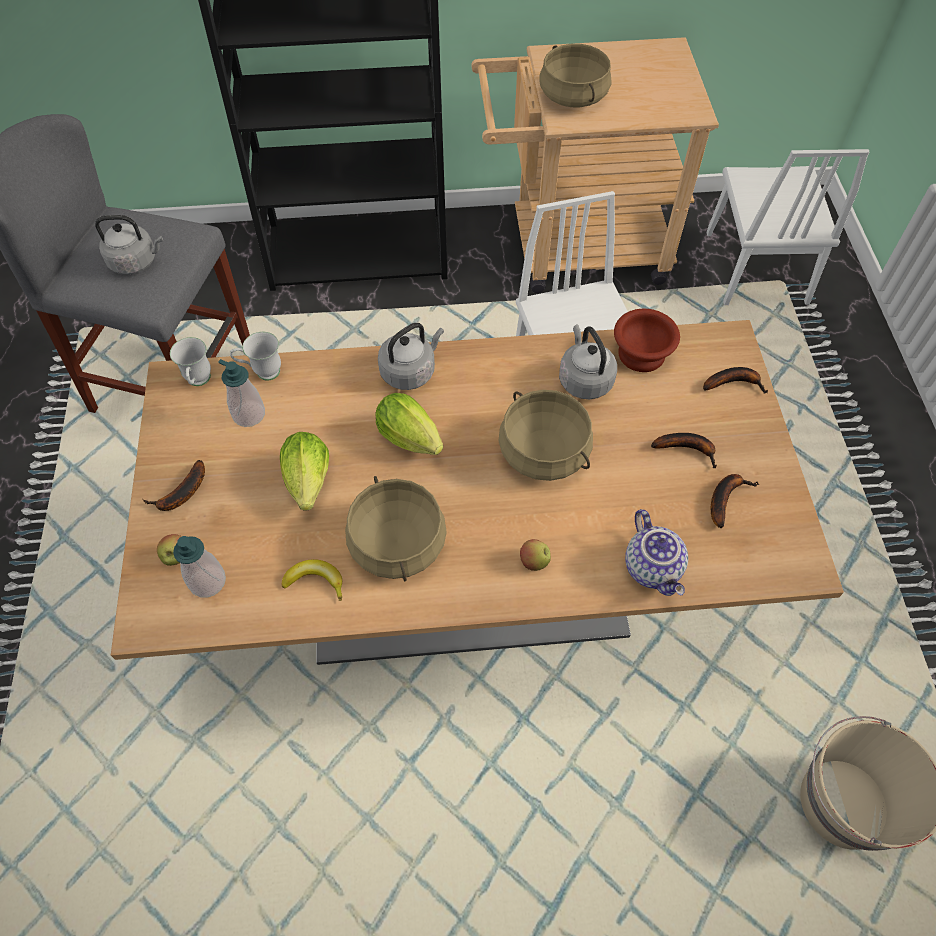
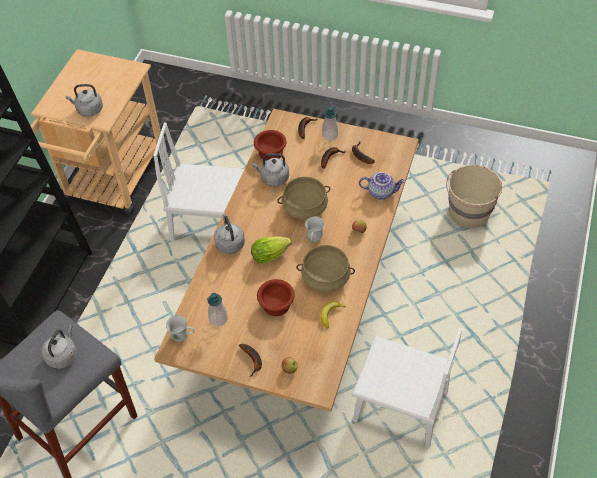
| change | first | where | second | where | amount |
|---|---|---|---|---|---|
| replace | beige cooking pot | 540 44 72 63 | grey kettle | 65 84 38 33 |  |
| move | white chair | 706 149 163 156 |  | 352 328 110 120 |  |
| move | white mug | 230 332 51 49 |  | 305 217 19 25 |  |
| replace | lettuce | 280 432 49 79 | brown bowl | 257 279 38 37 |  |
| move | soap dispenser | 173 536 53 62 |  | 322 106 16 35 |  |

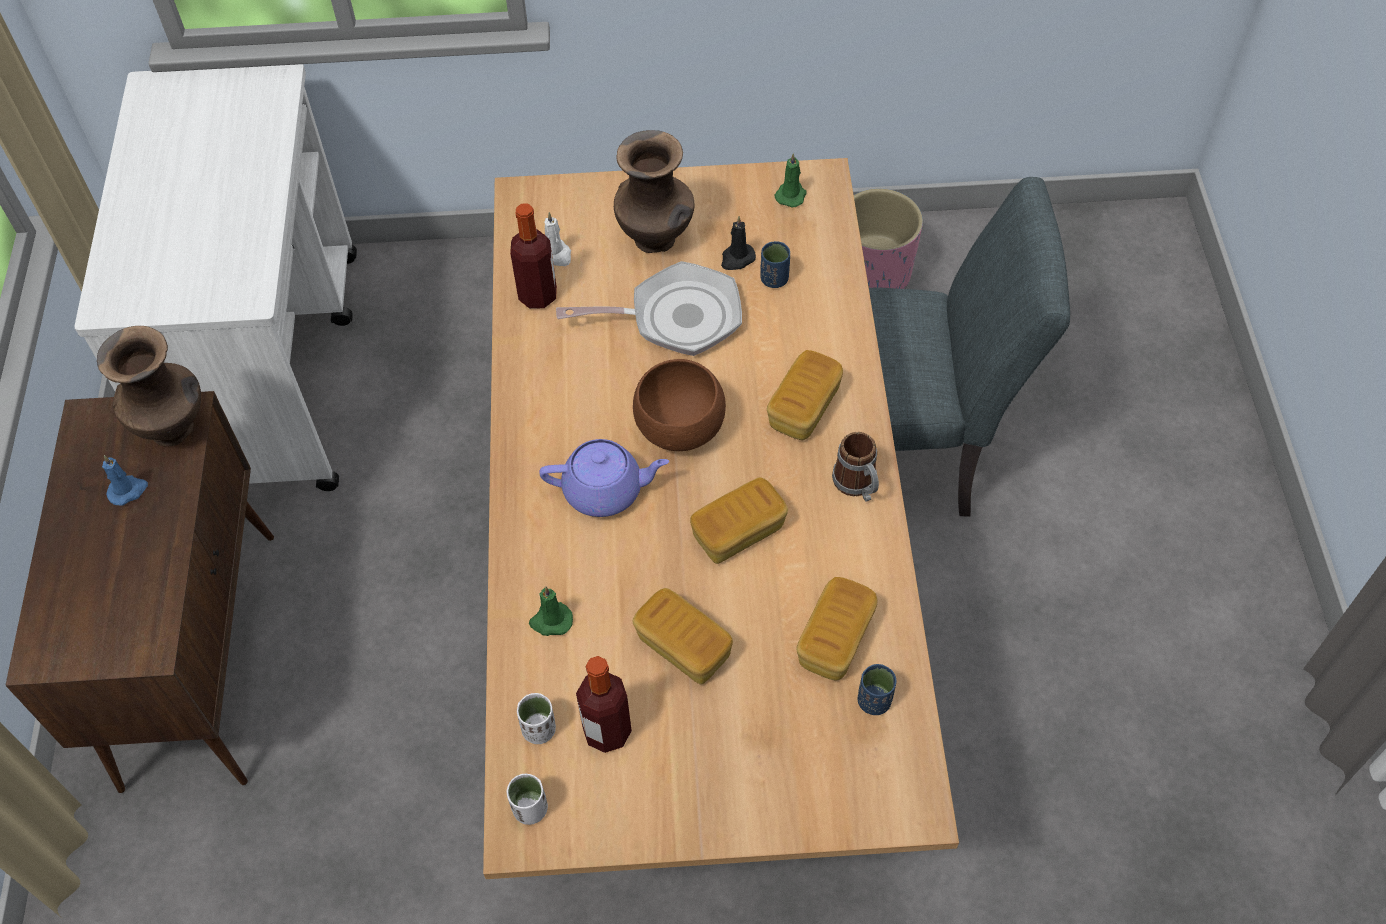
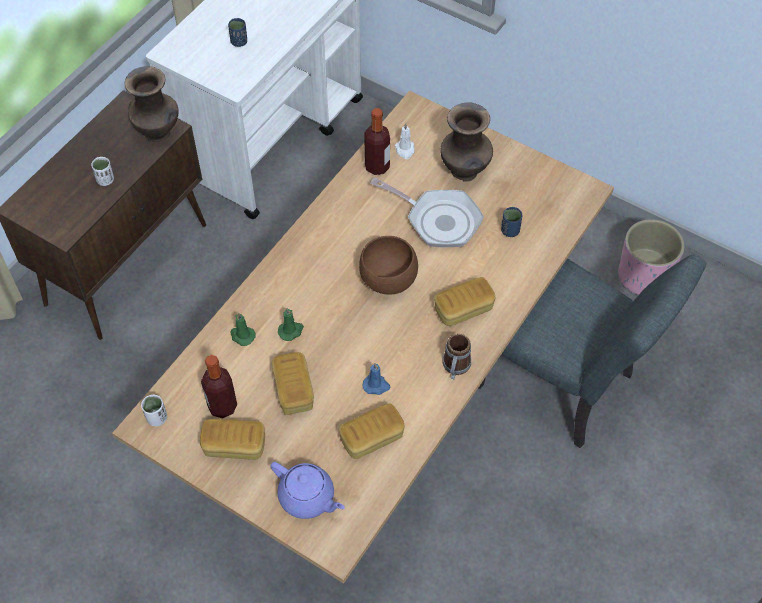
| change | first | where | second | where | amount |
|---|---|---|---|---|---|
| move | green candle | 775 153 32 54 |  | 278 308 26 33 |  |
| delete | black candle | 721 216 35 54 |  |  |  |
| move | purple teapot | 539 439 130 78 |  | 271 462 74 57 |  |
| move | blue candle | 102 455 46 51 |  | 363 363 27 32 |  |
| move | bread | 690 477 98 87 |  | 200 419 65 41 |  |
| move | blue cup | 858 664 39 51 |  | 228 18 19 29 |  |
| move | white cup | 517 693 39 51 |  | 91 157 23 29 |  |

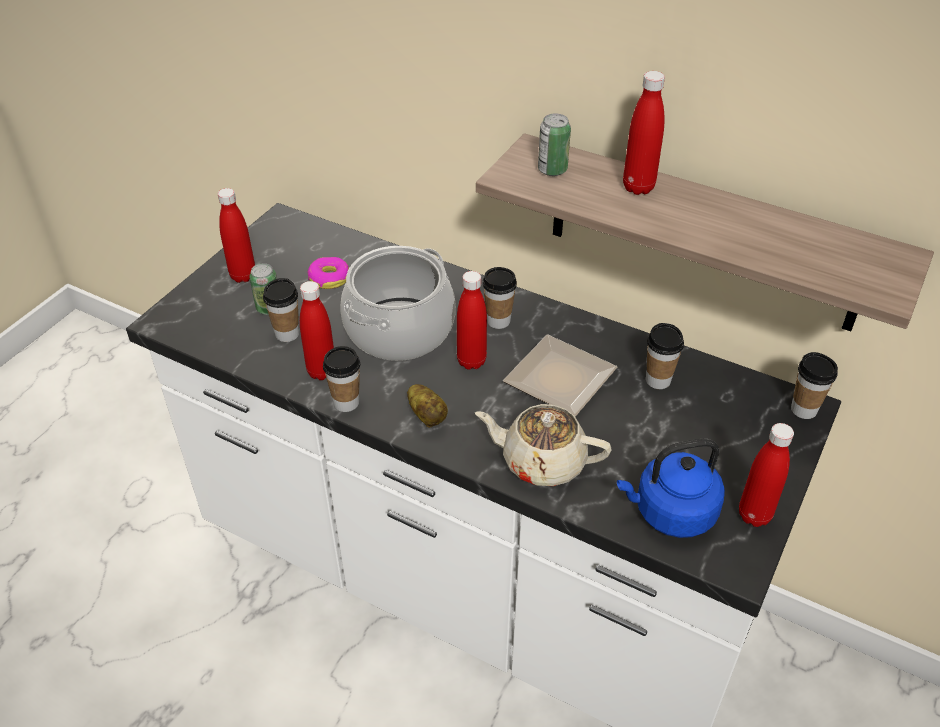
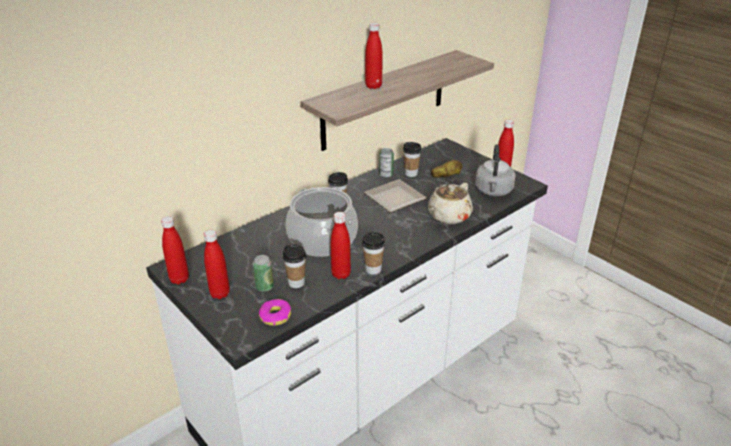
| change | first | where | second | where | amount |
|---|---|---|---|---|---|
| move | can | 538 114 33 62 |  | 379 148 15 29 |  |
| move | donut | 307 257 42 32 |  | 259 299 32 27 |  |
| move | red bottle | 457 271 30 99 |  | 161 216 28 69 |  |
| delete | cup | 791 352 47 67 |  |  |  |
| move | potato | 407 384 41 44 |  | 431 160 31 18 |  |
| recolor | blue kettle | 617 439 108 99 | grey kettle | 475 144 41 52 |  |

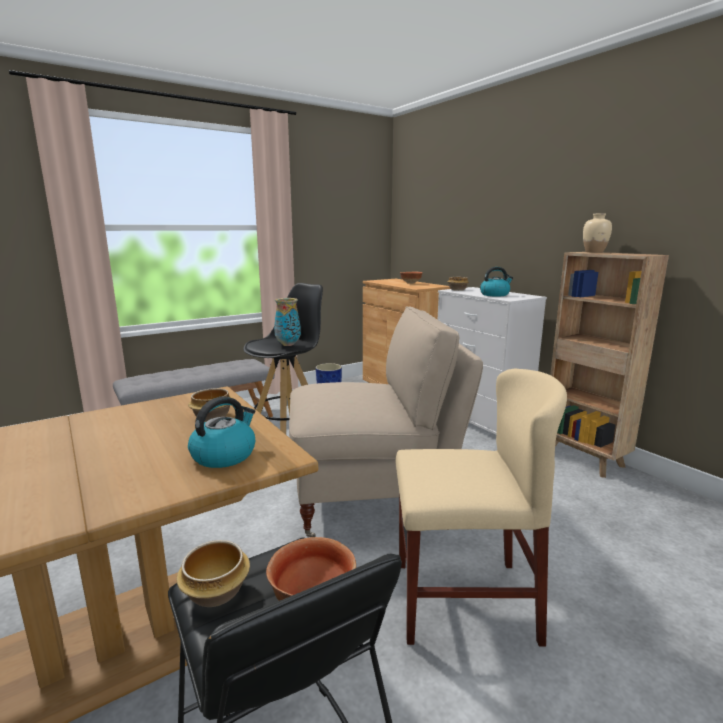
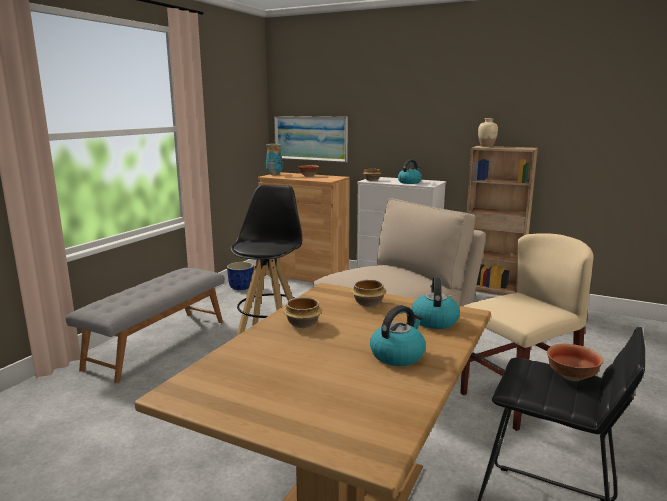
| change | first | where | second | where | amount |
|---|---|---|---|---|---|
| move | vase | 274 298 27 48 |  | 266 144 17 31 |  |
| move | bowl | 177 540 73 67 |  | 283 297 39 31 |  |
| insert |  |  | picture | 274 116 74 47 |  |
| insert |  |  | kettle | 370 305 56 61 |  |

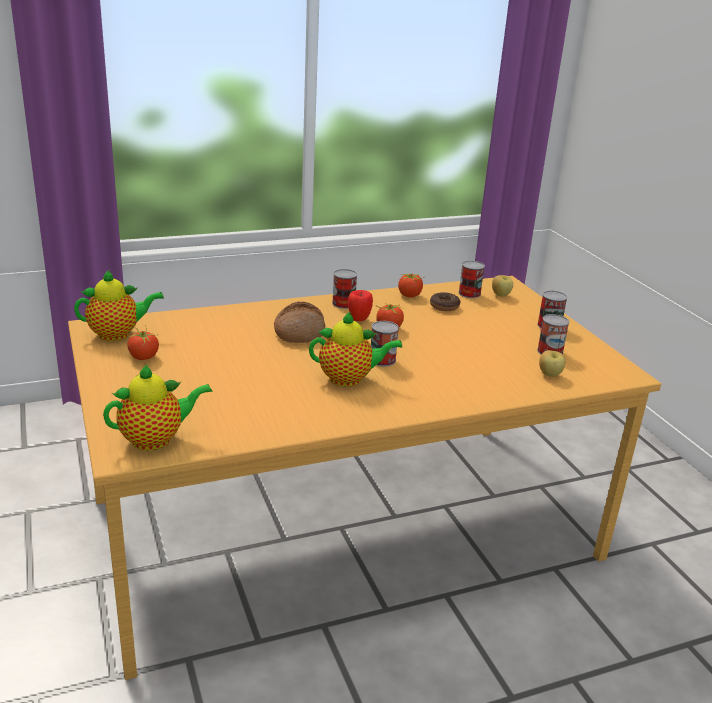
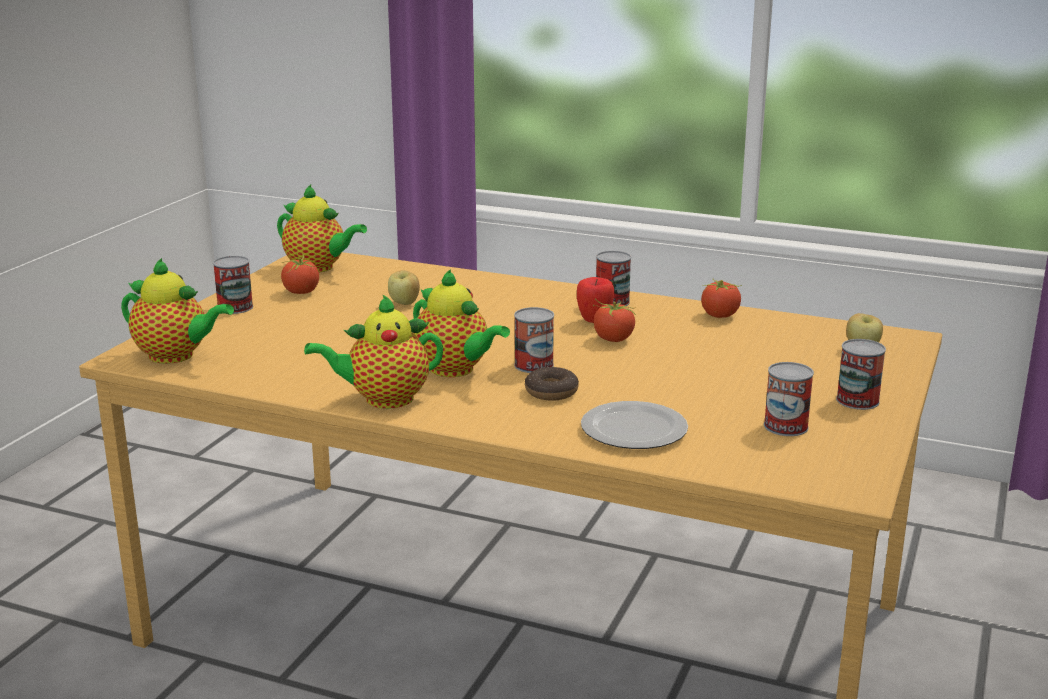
| change | first | where | second | where | amount |
|---|---|---|---|---|---|
| move | can | 459 261 26 37 |  | 213 256 40 58 |  |
| move | donut | 430 292 31 19 |  | 525 366 54 35 |  |
| delete | bread | 274 302 51 41 |  |  |  |
| move | apple | 539 350 26 27 |  | 388 270 32 35 |  |
| insert |  |  | teapot | 304 294 139 115 |  |
| insert |  |  | plate | 581 401 107 48 |  |

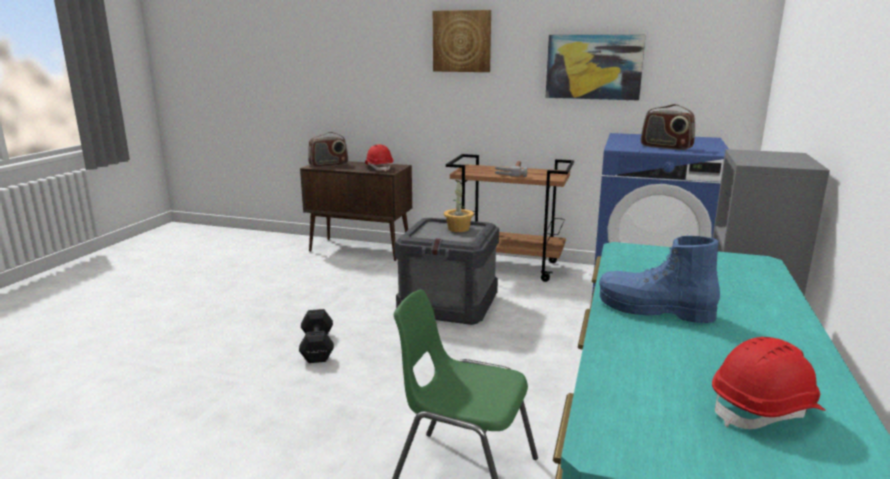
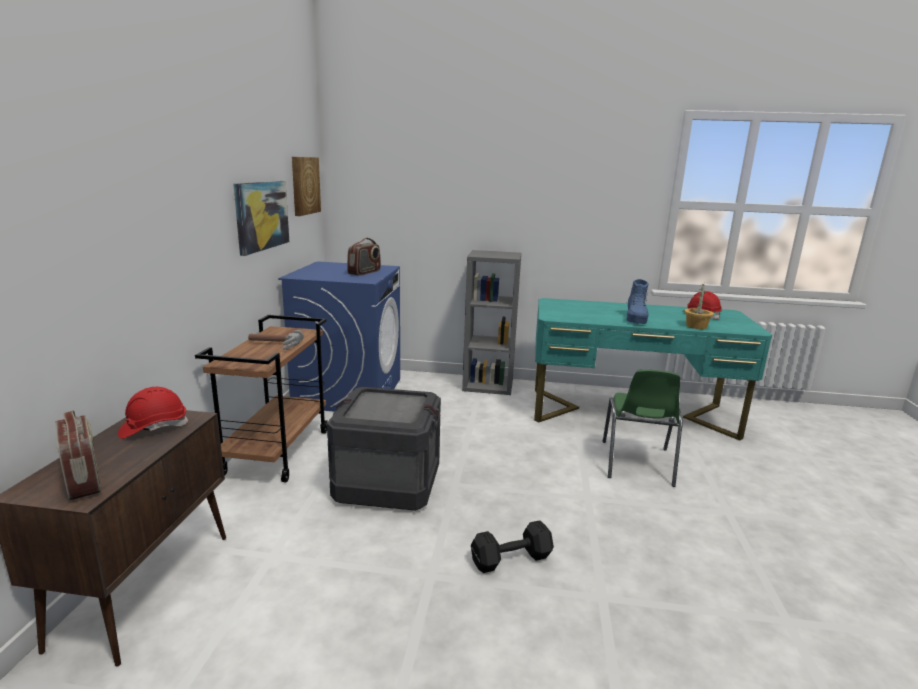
| change | first | where | second | where | amount |
|---|---|---|---|---|---|
| move | picture | 433 10 58 62 |  | 292 157 29 59 |  |
| move | potted plant | 444 180 30 52 |  | 684 284 30 45 |  |

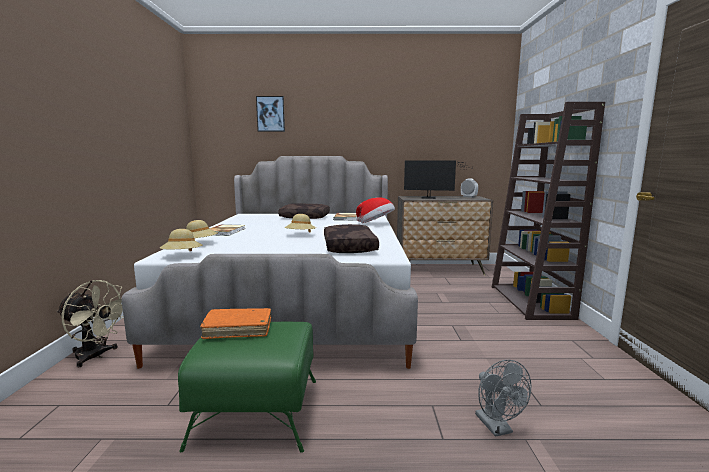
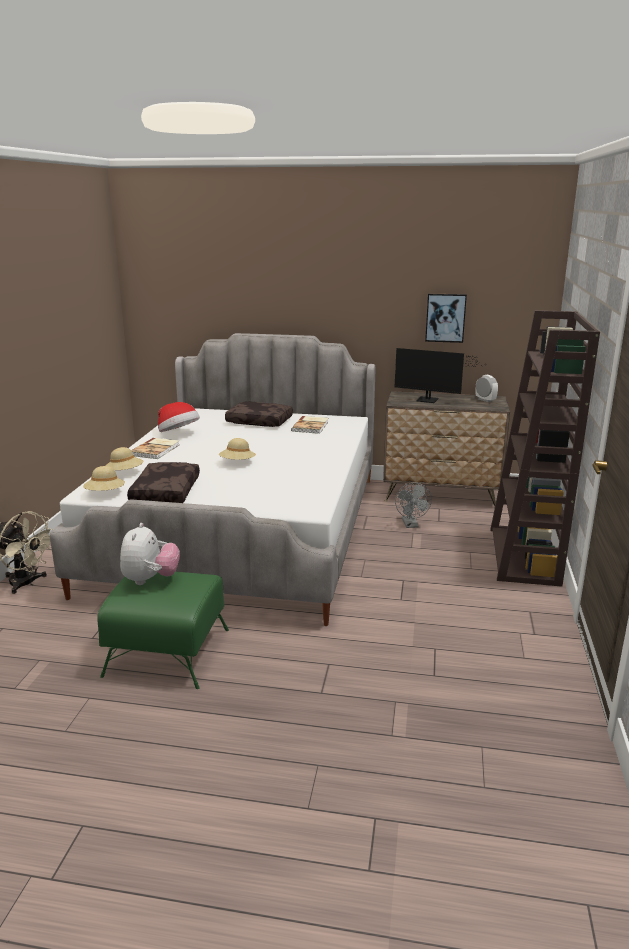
| change | first | where | second | where | amount |
|---|---|---|---|---|---|
| move | picture | 256 96 29 36 |  | 425 293 42 50 |  |
| move | hat | 356 197 39 26 |  | 158 402 42 30 |  |
| move | brown pillow | 324 224 55 29 |  | 127 462 73 41 |  |
| replace | orange book | 200 308 71 31 | plush toy | 120 523 60 62 |  |
| move | grey fan | 475 360 56 77 |  | 395 482 37 46 |  |

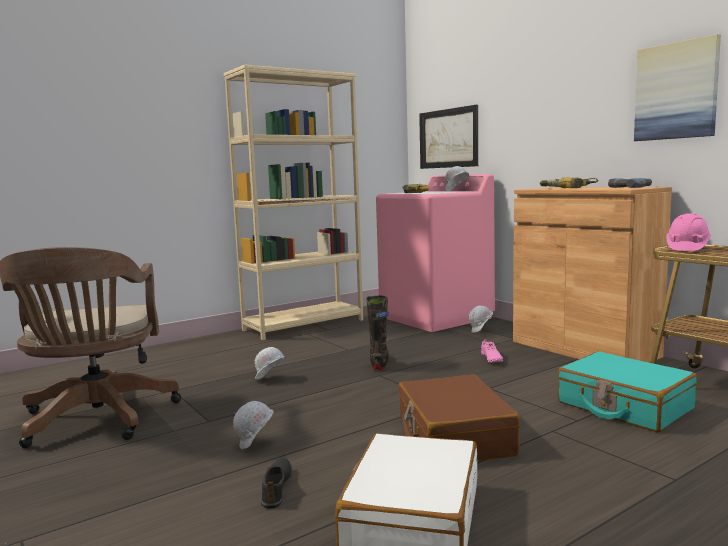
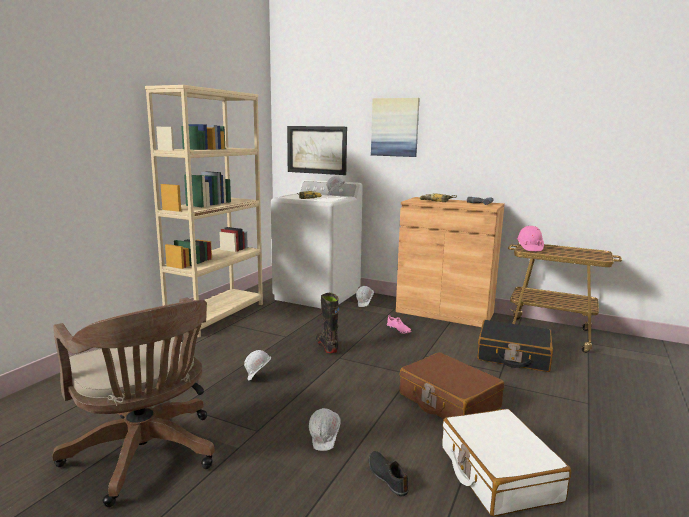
| change | first | where | second | where | amount |
|---|---|---|---|---|---|
| move | picture | 634 34 87 107 |  | 371 98 49 59 |  |
| recolor | pink washing machine | 376 174 119 158 | white washing machine | 271 179 92 129 |  |
| recolor | turquoise suitcase | 557 351 140 82 | black suitcase | 477 320 76 52 |  |

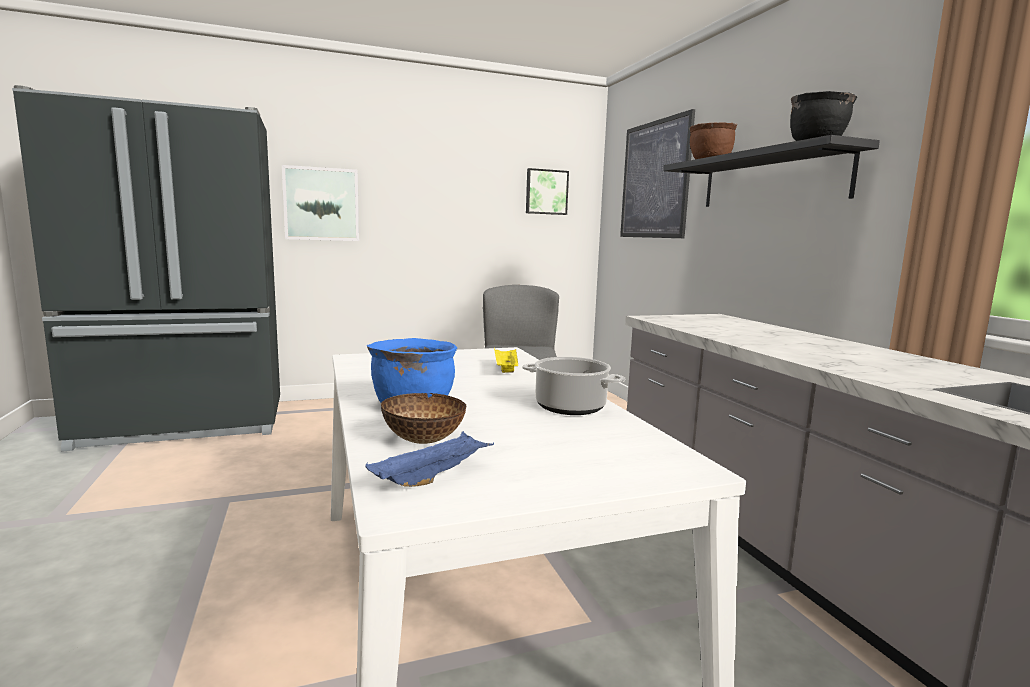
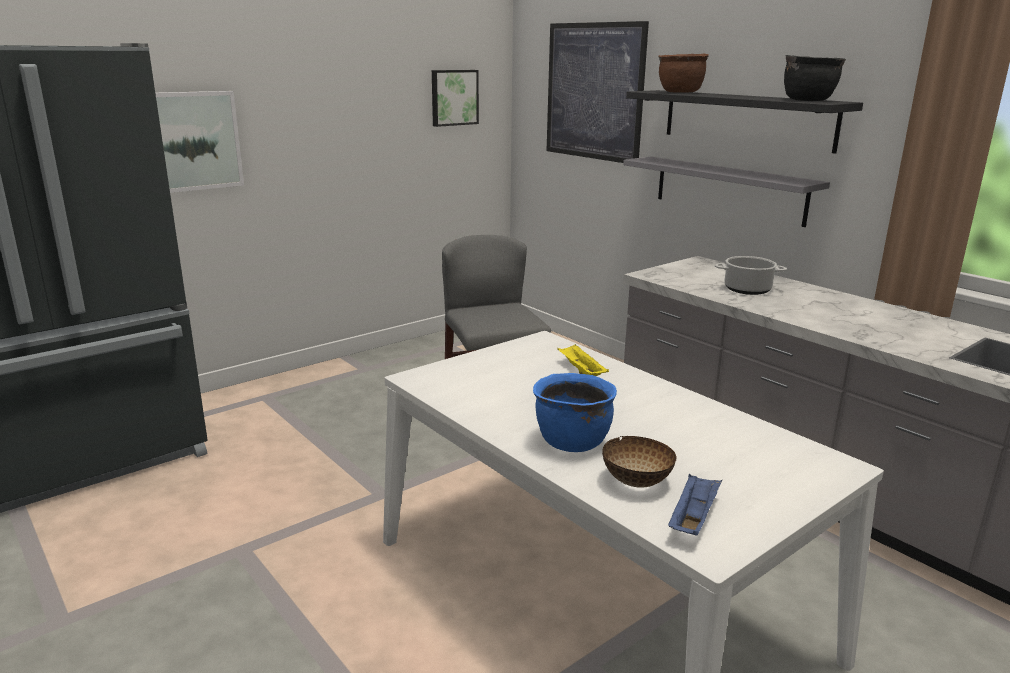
| change | first | where | second | where | amount |
|---|---|---|---|---|---|
| move | cooking pot | 522 357 103 58 |  | 715 256 72 39 |  |
| insert |  |  | grey shelf | 623 157 207 70 |  |

